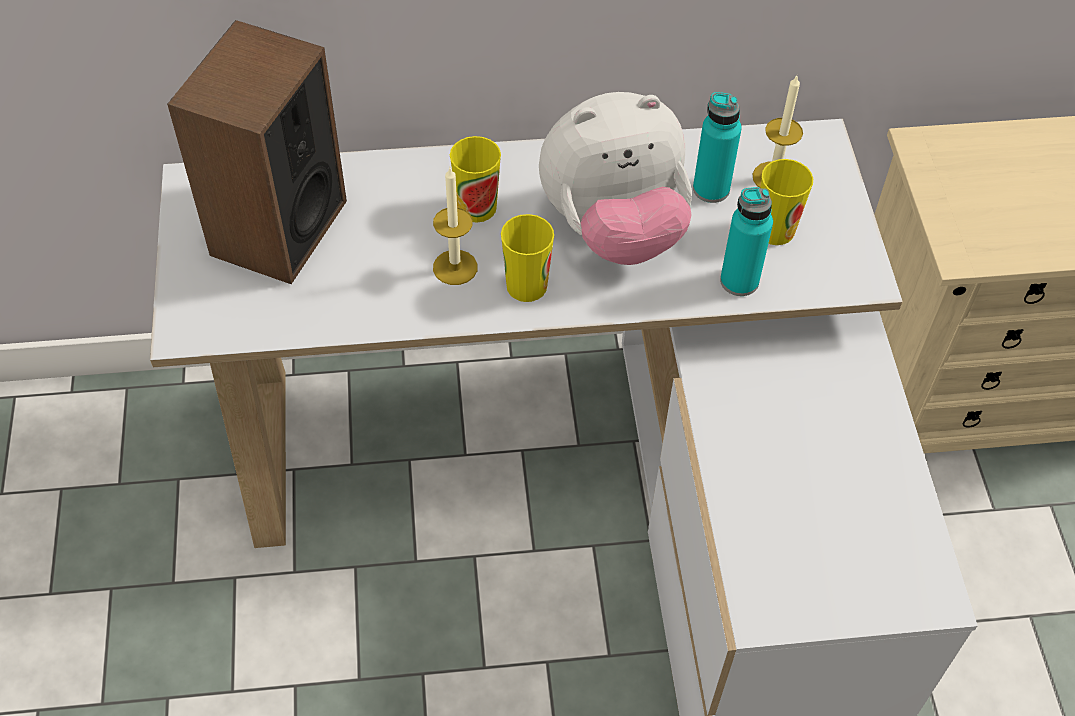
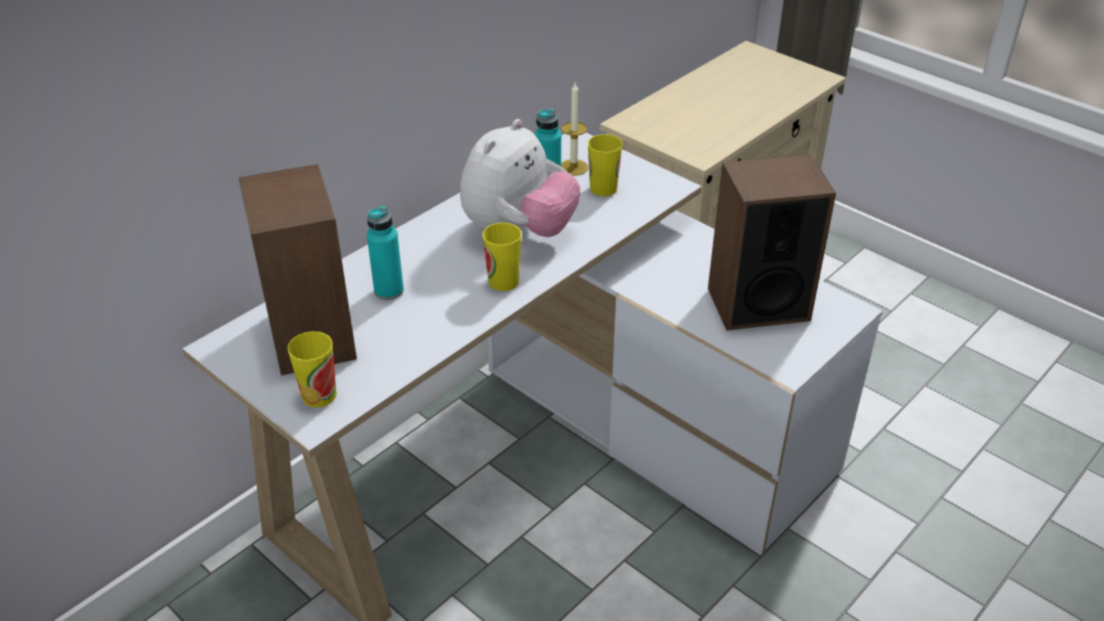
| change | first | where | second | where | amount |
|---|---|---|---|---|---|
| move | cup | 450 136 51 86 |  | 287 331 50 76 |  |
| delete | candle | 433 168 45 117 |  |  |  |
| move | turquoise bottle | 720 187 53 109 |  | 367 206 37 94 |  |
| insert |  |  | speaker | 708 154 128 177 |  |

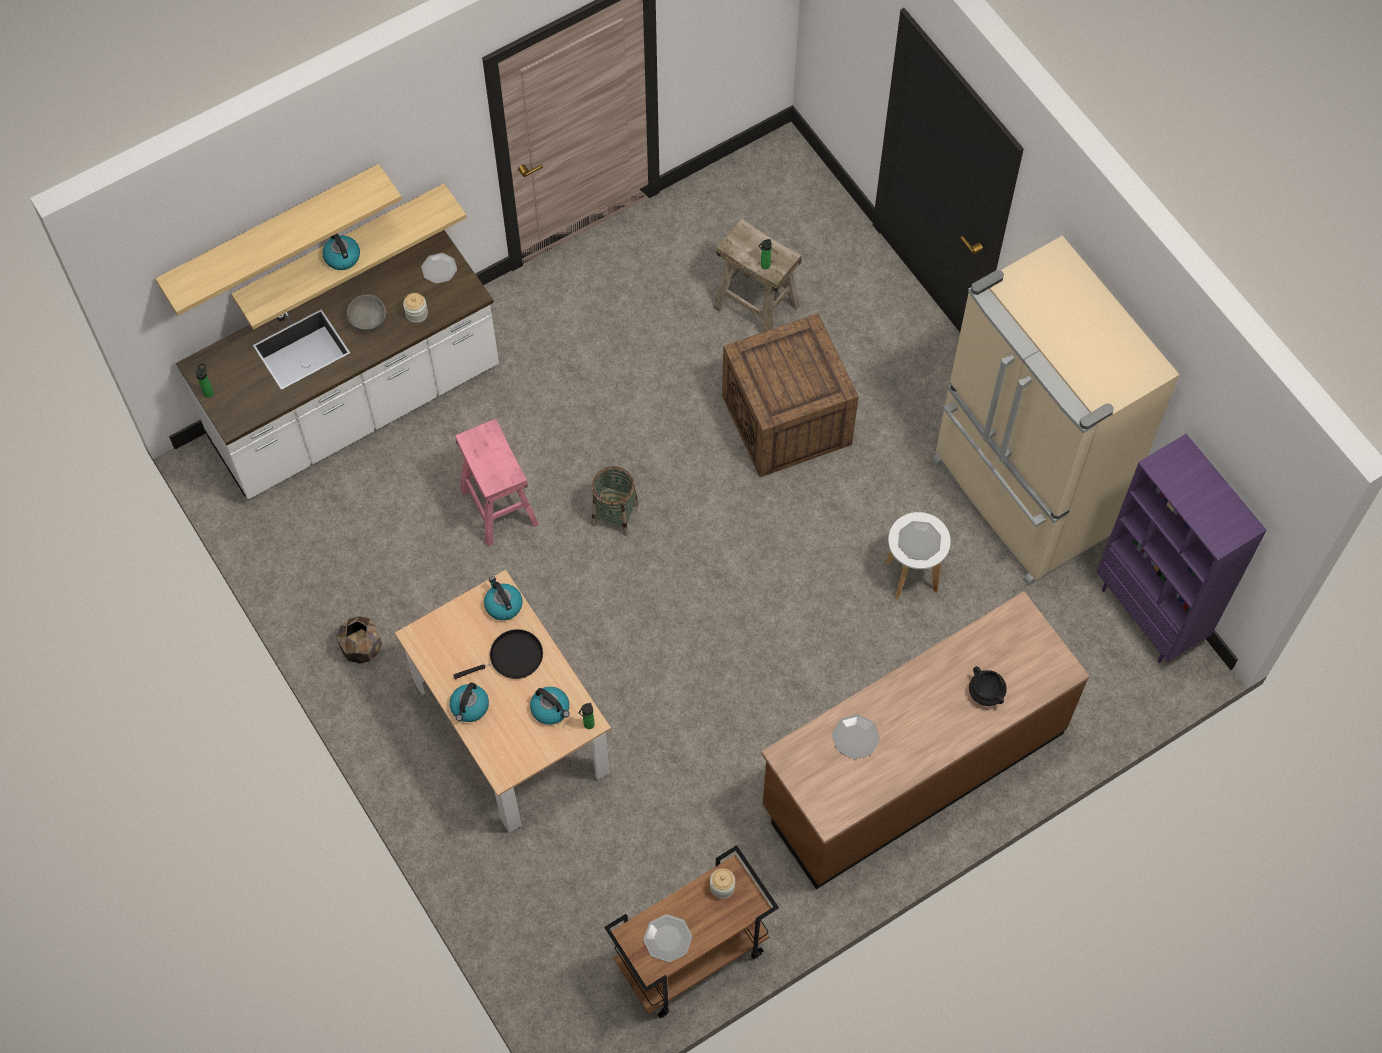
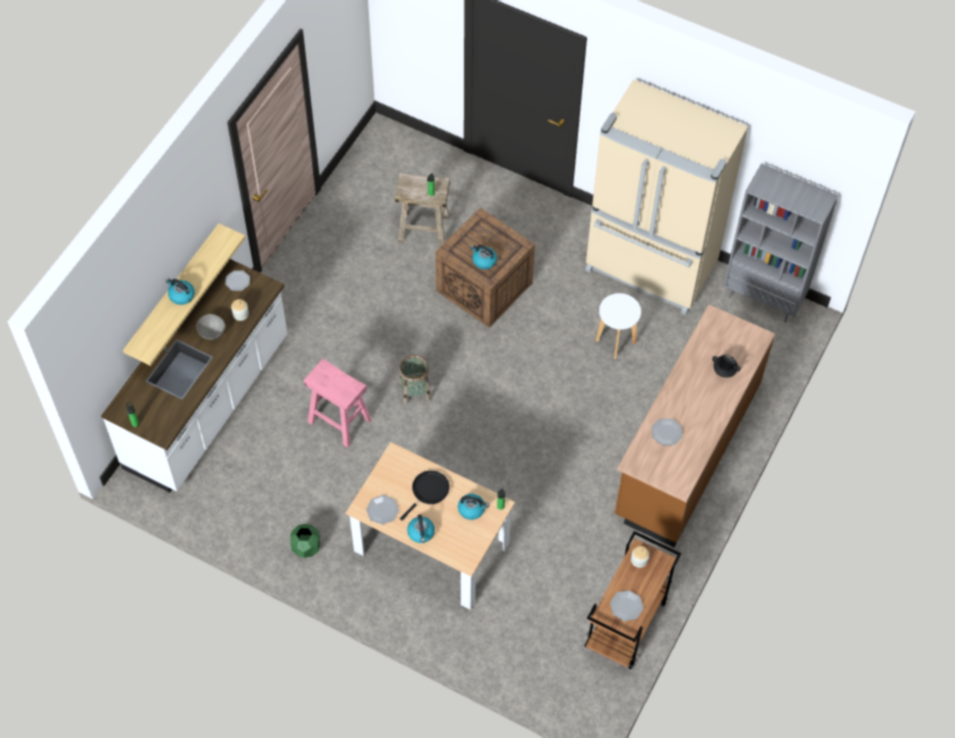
| change | first | where | second | where | amount |
|---|---|---|---|---|---|
| delete | shelf | 155 164 247 152 |  |  |  |
| recolor | purple bookcase | 1097 434 170 229 | grey bookcase | 723 163 115 160 |  |
| move | plate | 898 521 43 39 |  | 366 495 33 30 |  |
| move | kettle | 484 576 39 44 |  | 471 245 26 24 |  |
| recolor | brown planter | 336 616 46 48 | green planter | 290 524 30 34 |  |

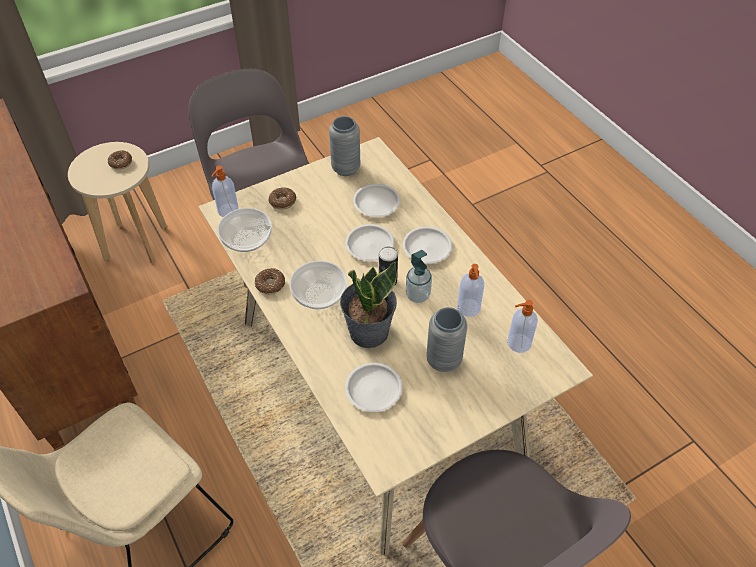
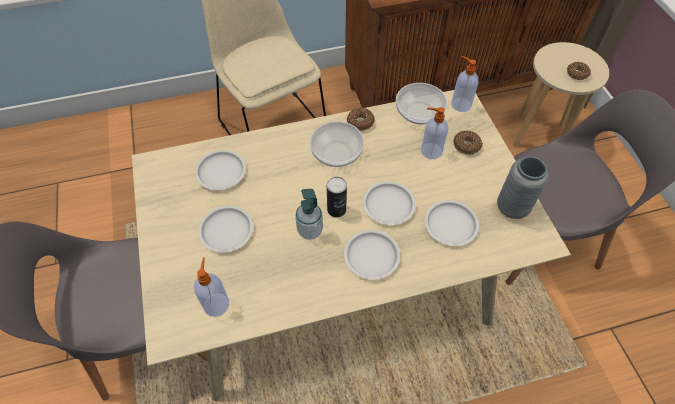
| change | first | where | second | where | amount |
|---|---|---|---|---|---|
| delete | potted plant | 340 262 57 86 |  |  |  |
| move | soap dispenser | 457 264 27 53 |  | 421 107 28 52 |  |
| replace | grey vase | 426 307 41 65 | white plate | 198 206 55 47 |  |

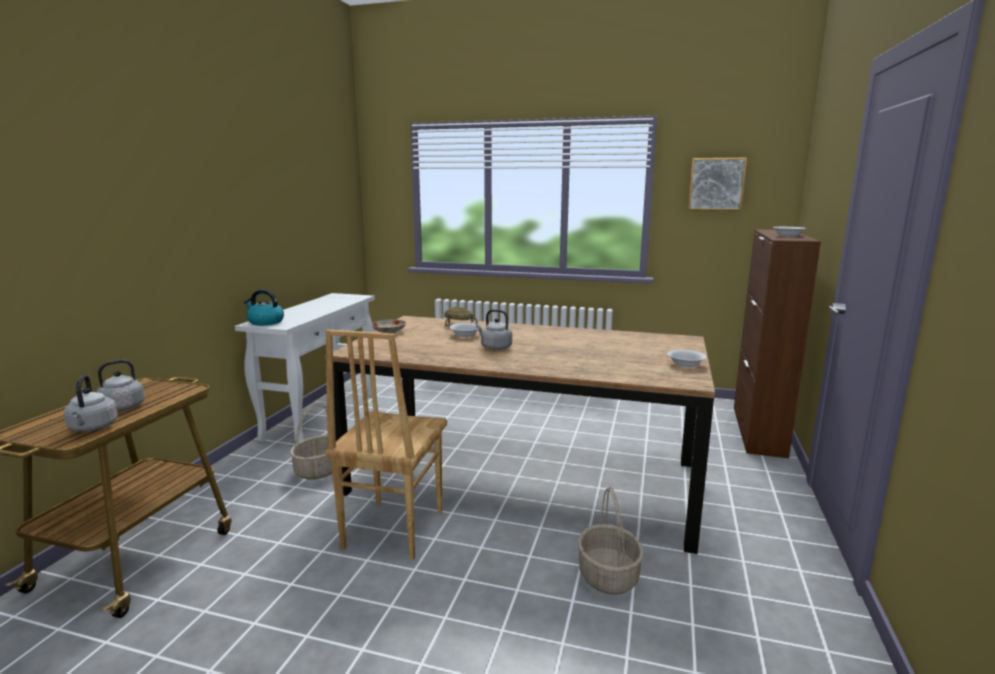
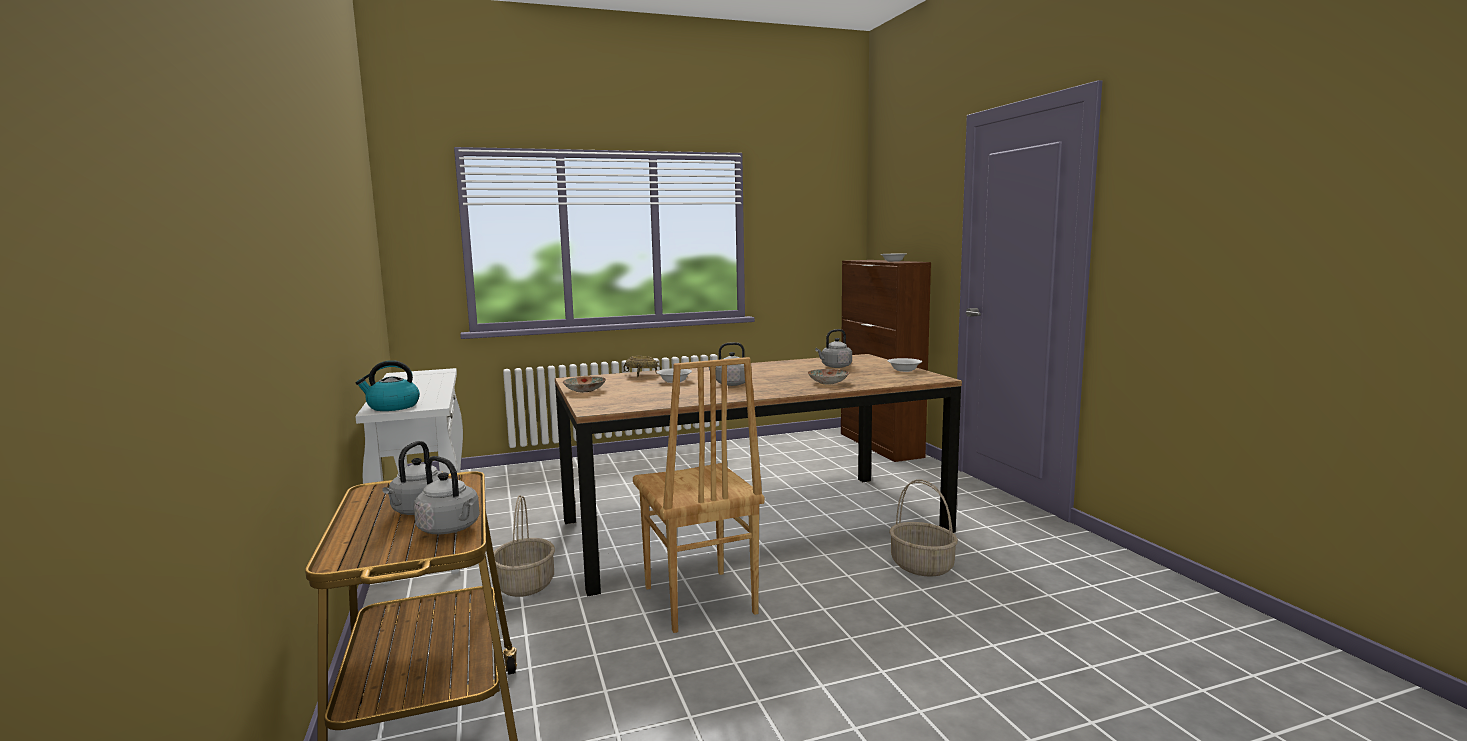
| change | first | where | second | where | amount |
|---|---|---|---|---|---|
| delete | picture | 688 158 59 53 |  |  |  |
| insert |  |  | grey kettle | 815 329 37 39 |  |
| insert |  |  | plate | 808 369 41 16 |  |

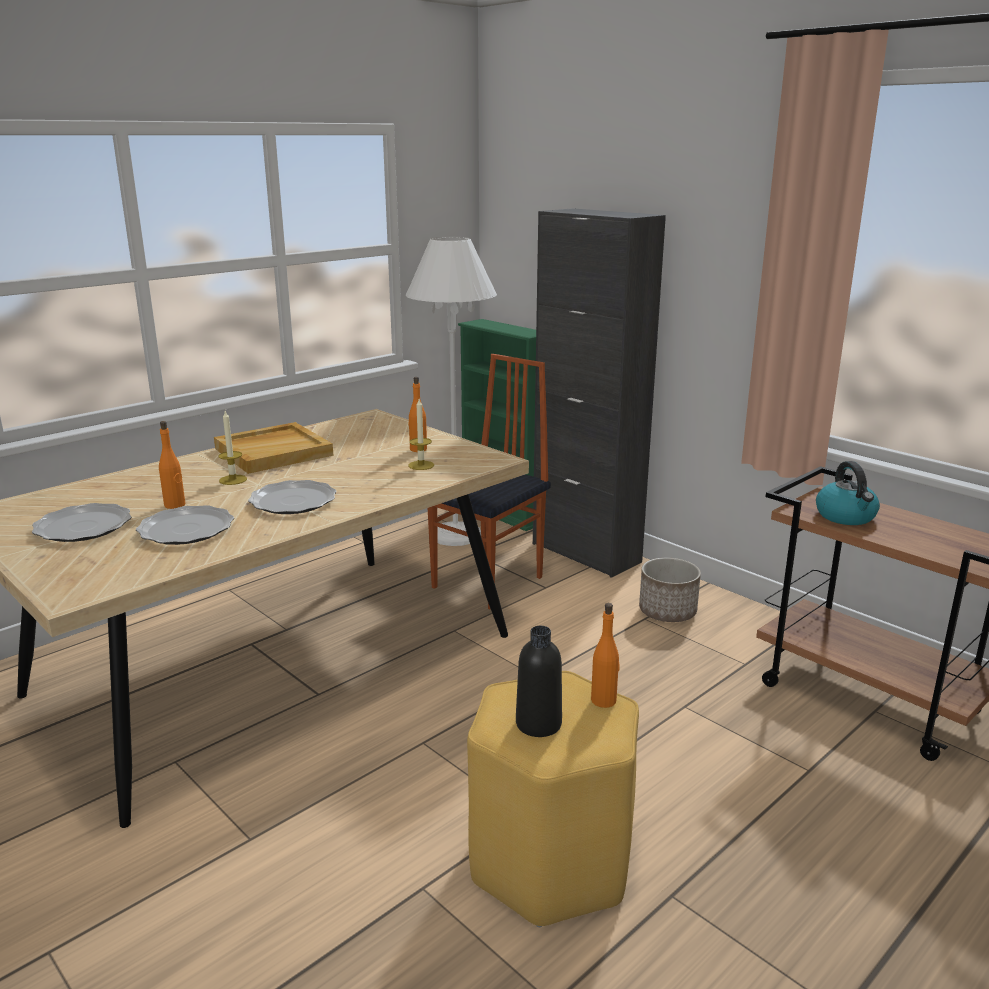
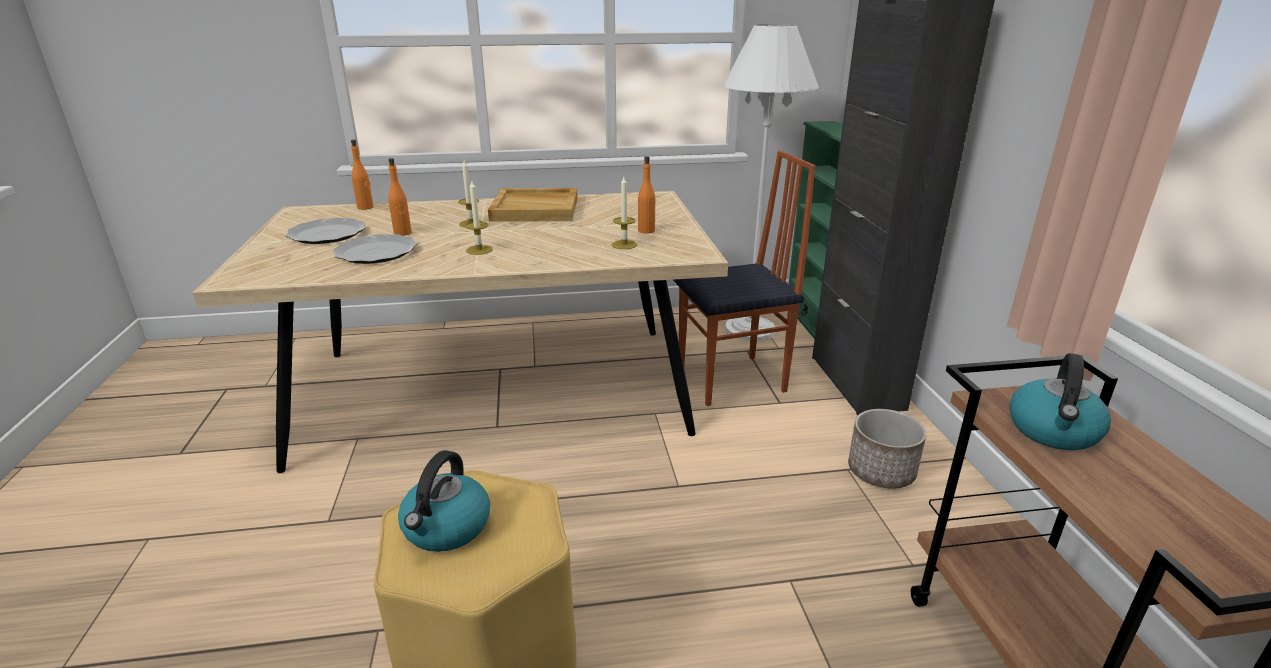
| change | first | where | second | where | amount |
|---|---|---|---|---|---|
| replace | plate | 248 480 89 34 | candle | 465 181 28 74 |  |
| move | orange bottle | 591 603 29 105 |  | 351 140 22 70 |  |
| replace | black bottle | 516 626 46 111 | kettle | 398 450 92 102 |  |

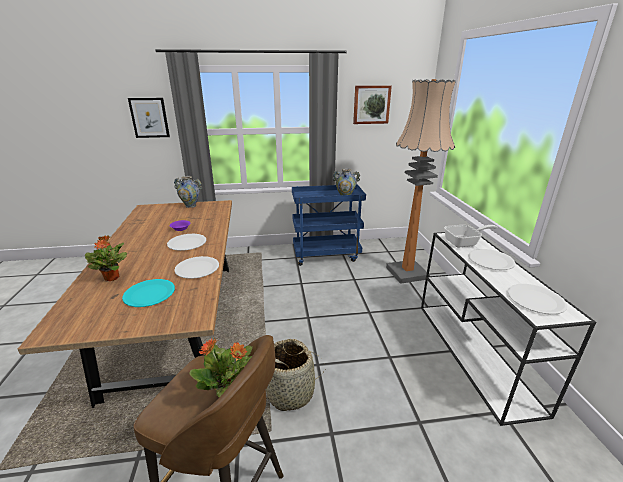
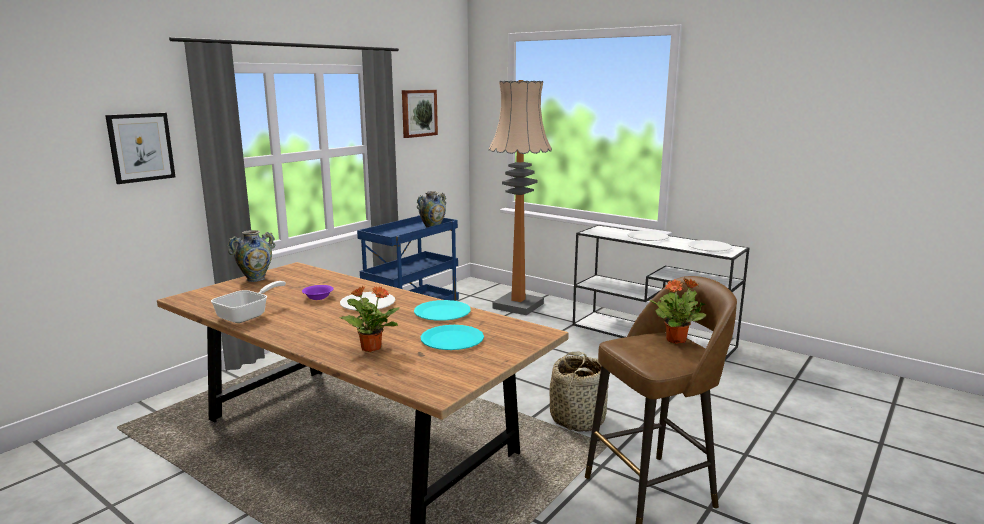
| change | first | where | second | where | amount |
|---|---|---|---|---|---|
| move | frying pan | 444 225 53 22 |  | 211 281 75 42 |  |
| recolor | white plate | 174 256 45 23 | turquoise plate | 414 300 57 21 |  |

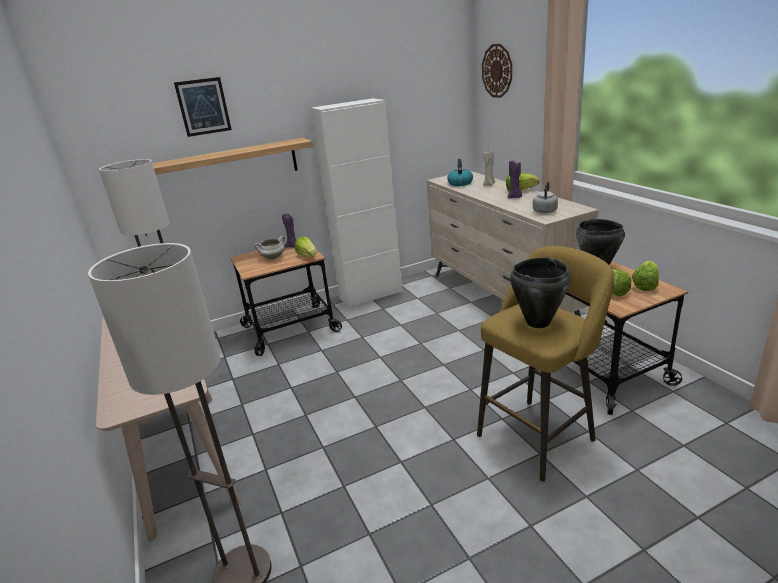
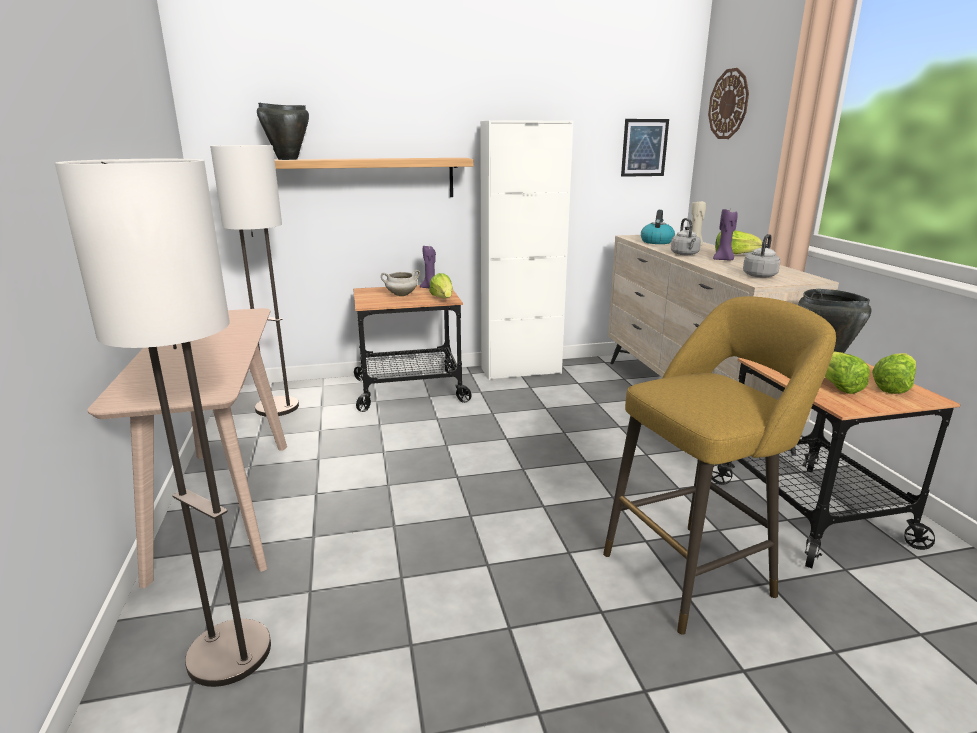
| change | first | where | second | where | amount |
|---|---|---|---|---|---|
| move | picture | 174 77 58 60 |  | 621 119 48 58 |  |
| move | black cooking pot | 510 258 60 70 |  | 257 103 52 57 |  |
| insert |  |  | grey kettle | 671 218 30 37 |  |

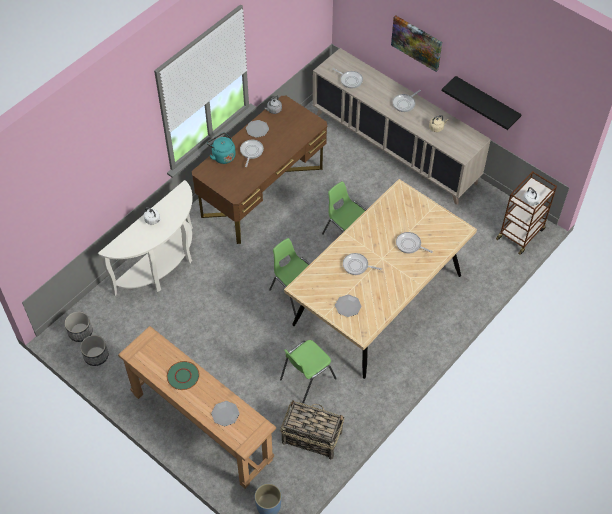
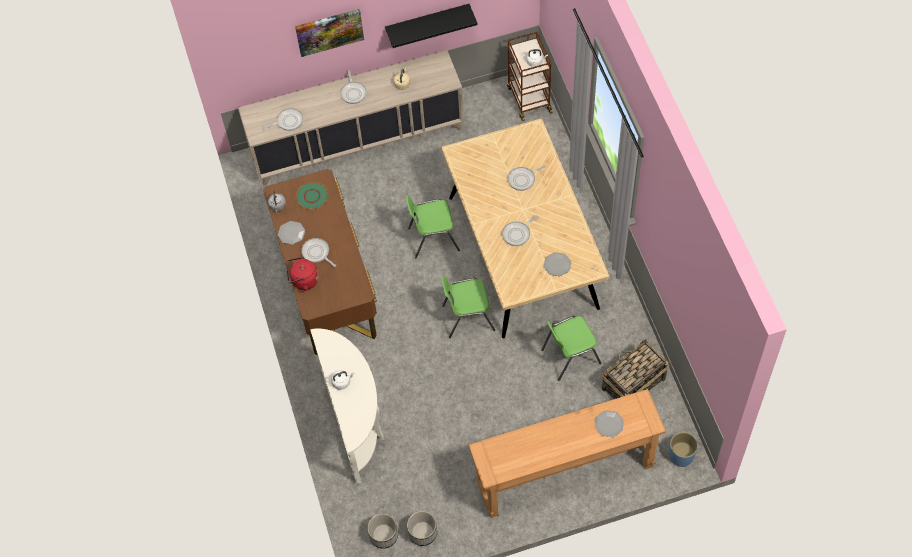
| change | first | where | second | where | amount |
|---|---|---|---|---|---|
| recolor | turquoise kettle | 207 132 29 32 | red kettle | 286 257 33 34 |  |
| rotate | green chair | 280 340 57 64 |  | 541 316 60 65 | 75 degrees clockwise |
| move | green plate | 167 361 33 29 |  | 296 182 32 28 |  |

